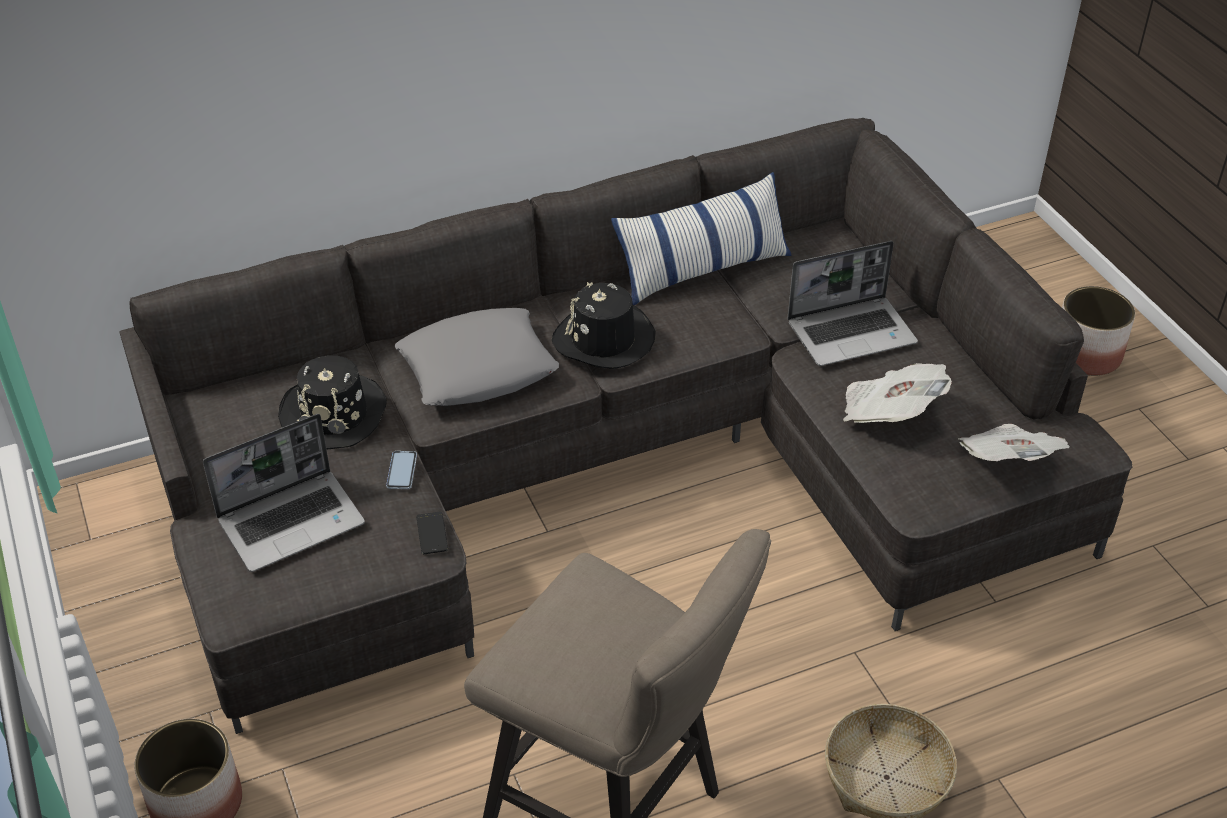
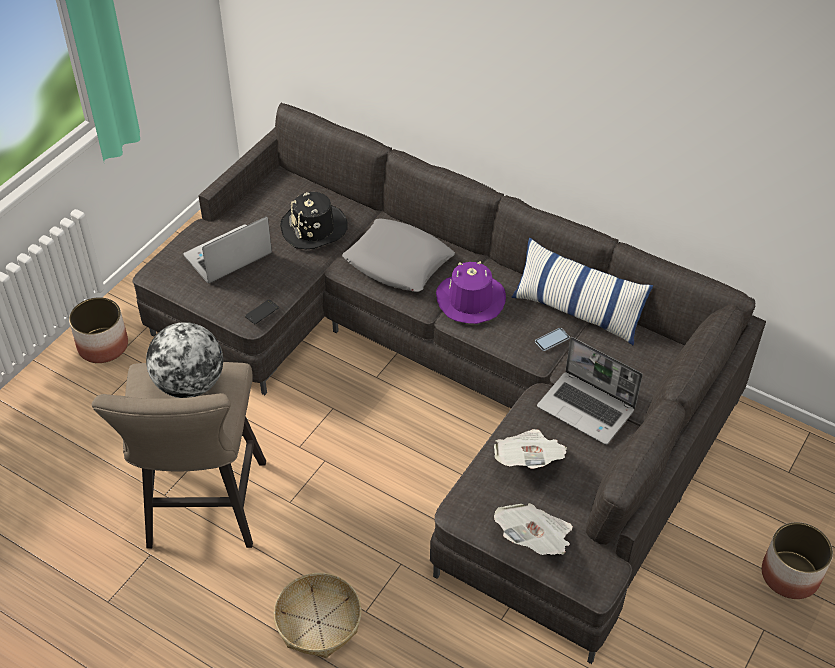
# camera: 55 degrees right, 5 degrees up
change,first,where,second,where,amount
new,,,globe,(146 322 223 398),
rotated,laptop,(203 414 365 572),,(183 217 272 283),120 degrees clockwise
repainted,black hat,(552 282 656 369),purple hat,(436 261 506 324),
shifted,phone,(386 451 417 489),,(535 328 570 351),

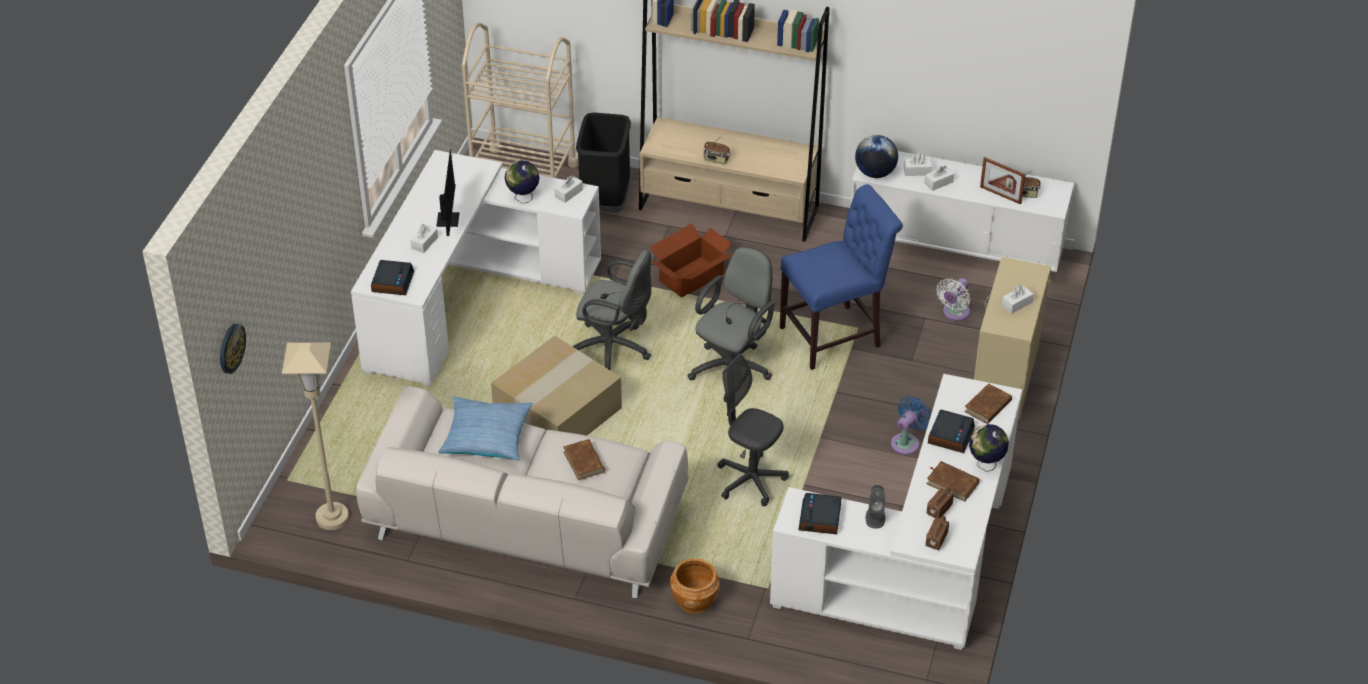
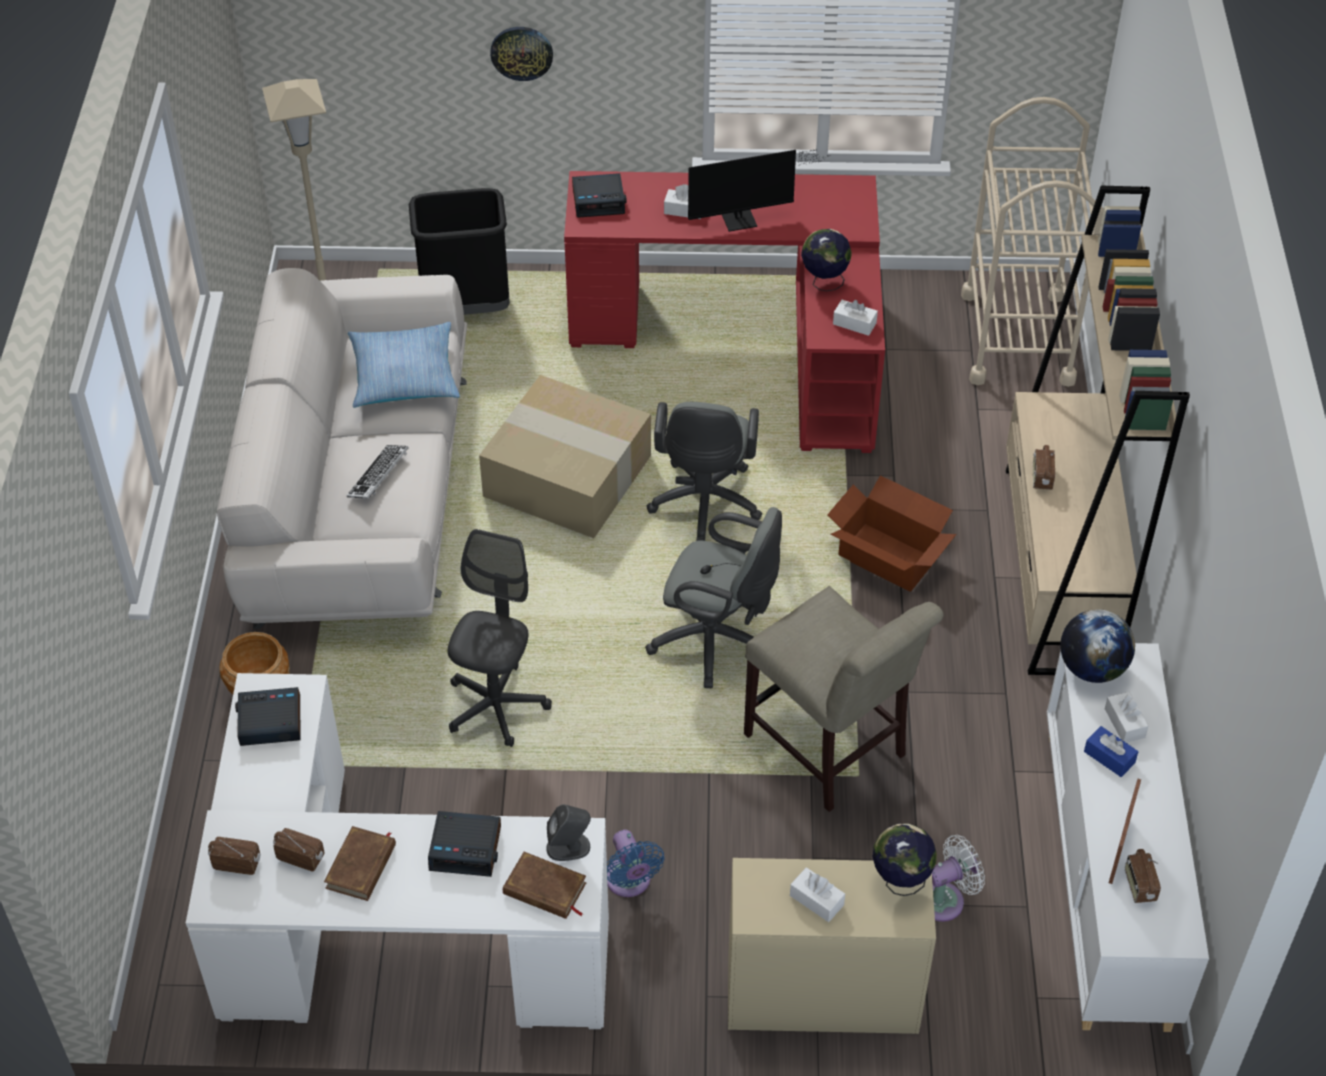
# camera: 75 degrees right, 5 degrees up
change,first,where,second,where,amount
swapped,brown book,(564 439 605 480),keyboard,(347 445 409 499),
shifted,black trash can,(576 112 631 213),,(409 188 510 315),
shifted,wall clock,(220 323 246 374),,(490 27 553 81),
shifted,grey speaker,(866 485 885 529),,(546 804 591 861),
repainted,white desk,(351 150 601 387),red desk,(564 171 885 453),
rotated,blue fan,(891 396 931 455),,(607 830 665 897),45 degrees clockwise
repainted,blue chair,(780 184 903 370),beige chair,(744 586 944 812),
shifted,globe,(969 424 1009 472),,(872 824 937 896),
rotated,white fan,(936 278 970 321),,(932 835 985 922),135 degrees clockwise
repainted,white tissue box,(924 165 954 191),blue tissue box,(1084 726 1138 777),

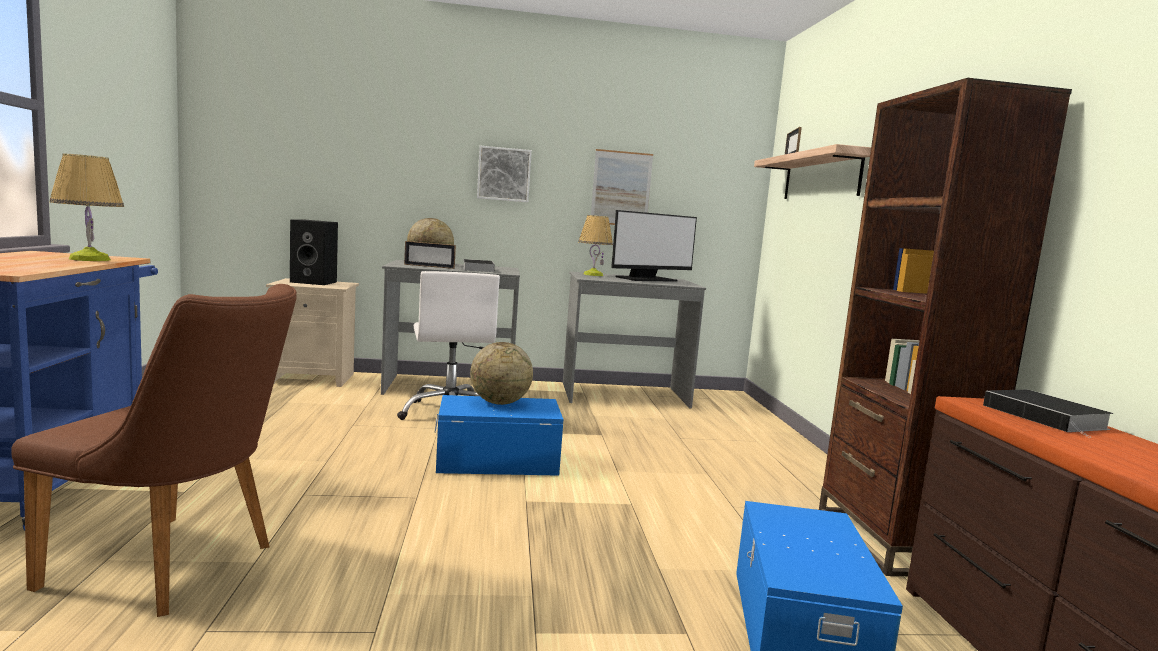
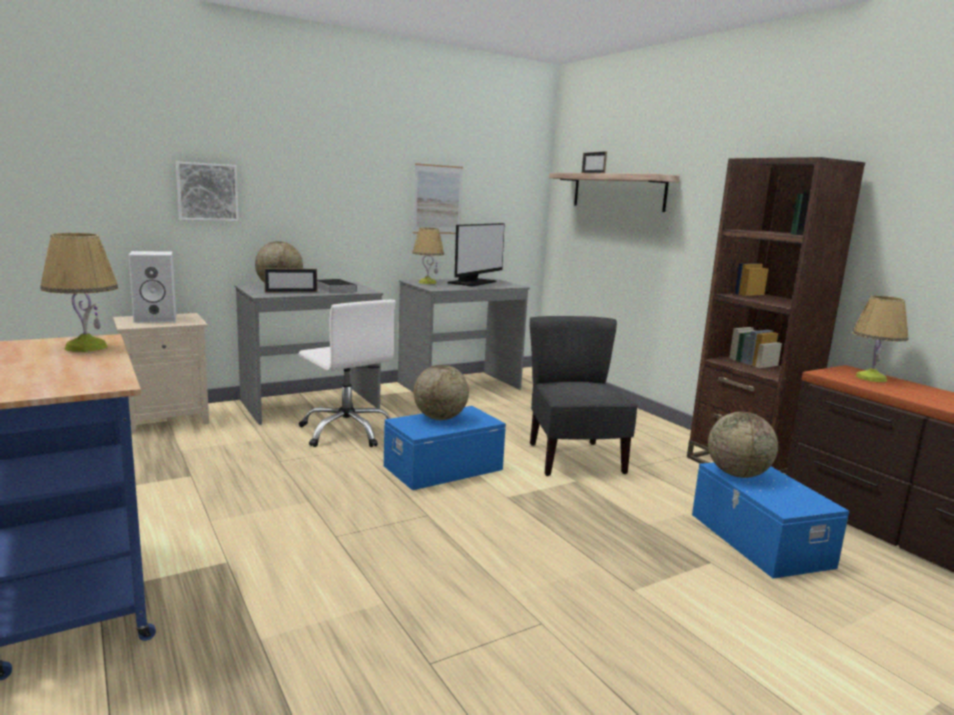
# camera: 25 degrees left, 5 degrees up
change,first,where,second,where,amount
repainted,black speaker,(290 220 338 285),white speaker,(128 251 176 323),
shifted,picture,(477 146 532 202),,(176 162 239 221),
new,,,grey chair,(530 316 638 476),
new,,,globe,(708 412 778 478),
swapped,book,(983 390 1114 438),table lamp,(852 296 908 382),
gone,brown chair,(11 284 297 617),,,

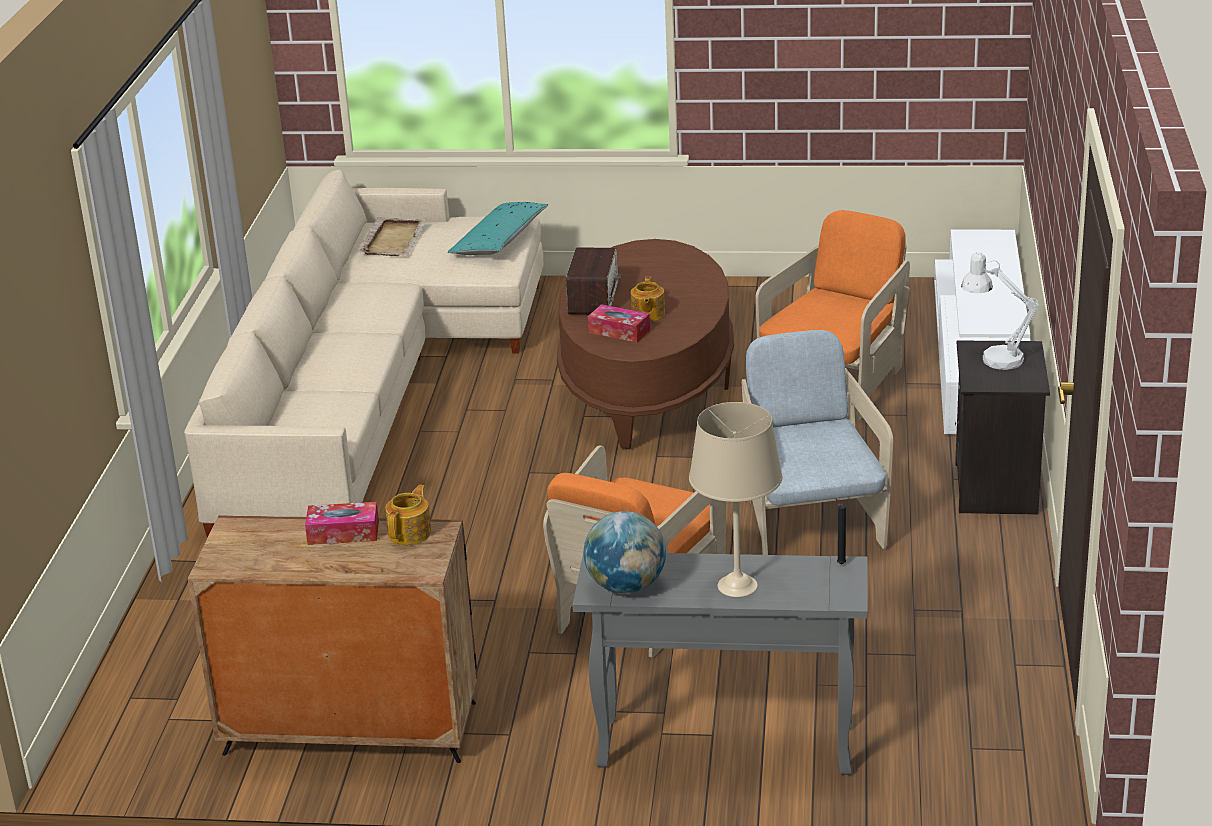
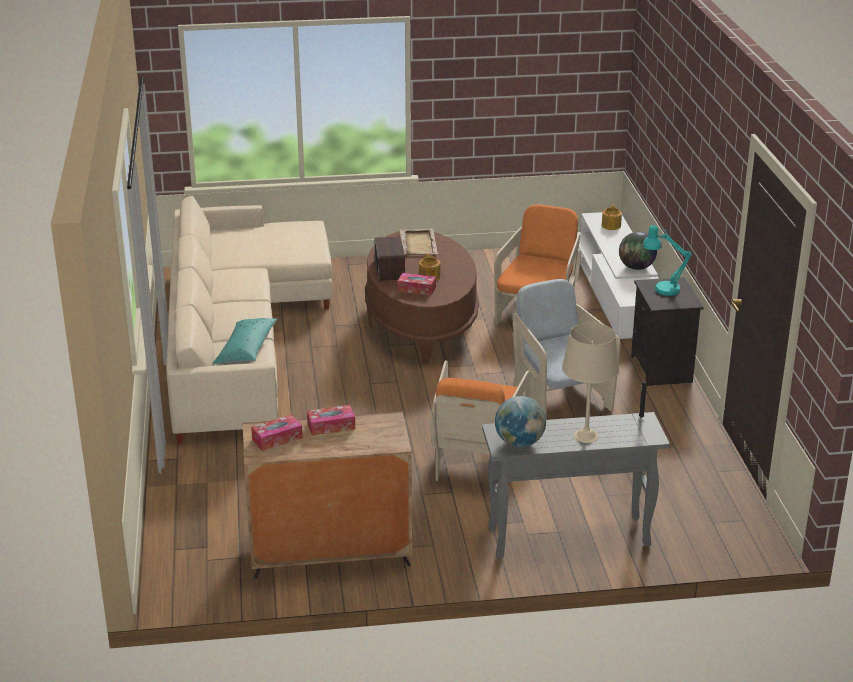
# camera: 15 degrees left, 0 degrees up
change,first,where,second,where,amount
shifted,turquoise pillow,(448 202 548 255),,(213 318 278 365),
new,,,tissue box,(251 414 303 451),
shifted,beige tray,(357 217 426 256),,(400 229 439 255),
shifted,teapot,(385 485 431 545),,(602 204 622 230),
new,,,globe,(619 232 657 270),
repainted,white table lamp,(961 252 1039 370),turquoise table lamp,(643 225 692 296),

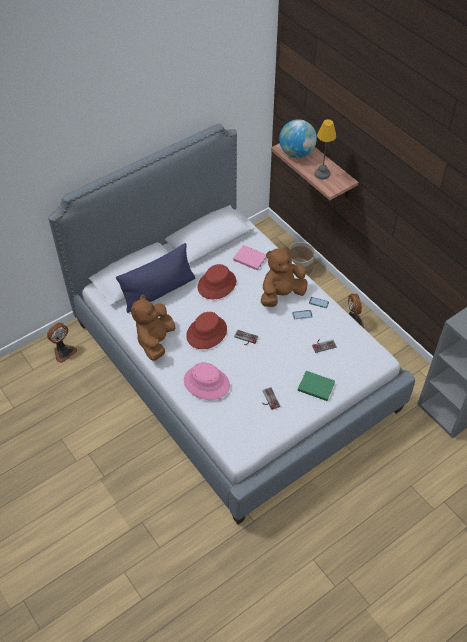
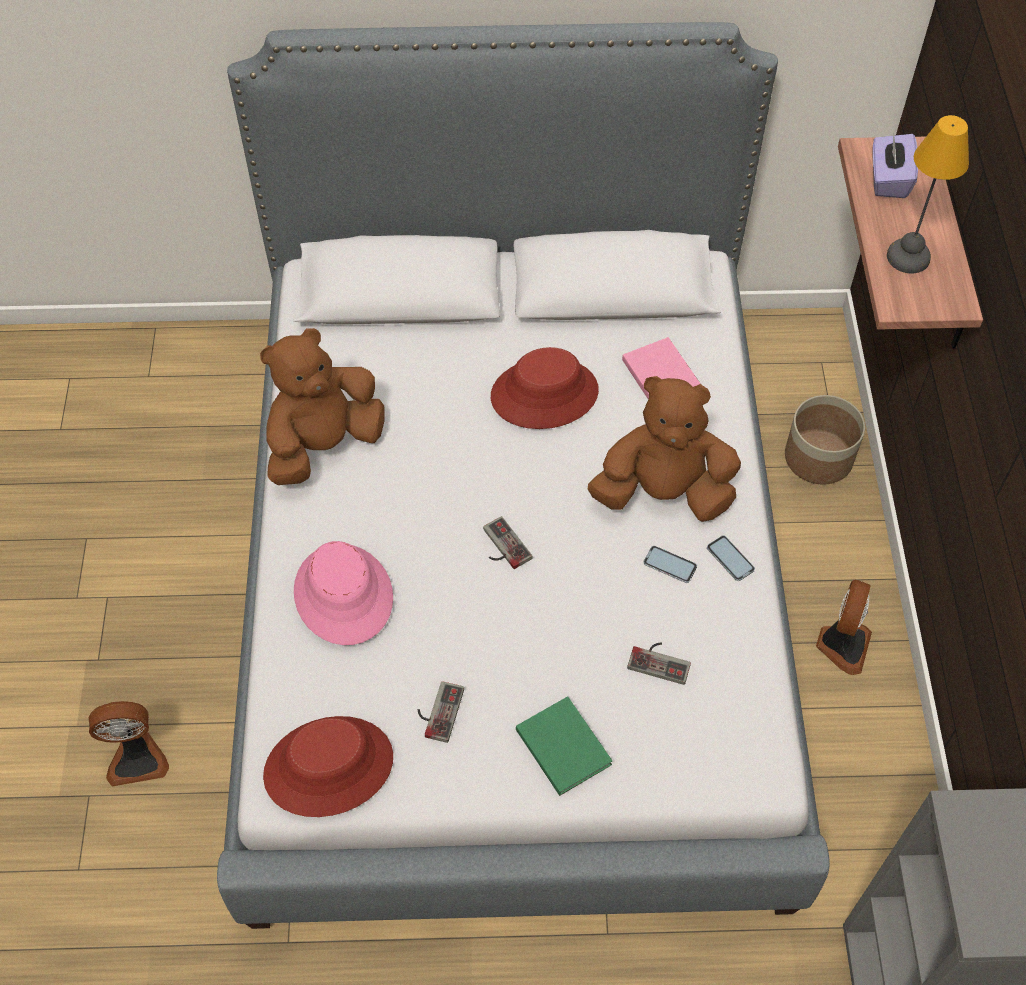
# camera: 35 degrees right, 5 degrees up
change,first,where,second,where,amount
shifted,fan,(47 322 77 363),,(89 701 169 787),
shifted,red hat,(186 312 227 349),,(263 716 393 817),
swapped,globe,(279 119 317 158),purple tissue box,(873 133 918 198),
gone,blue pillow,(116 243 195 313),,,

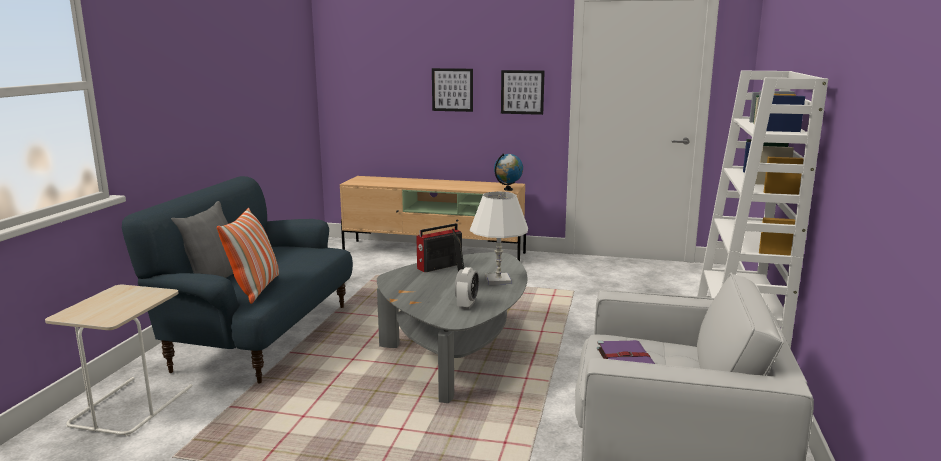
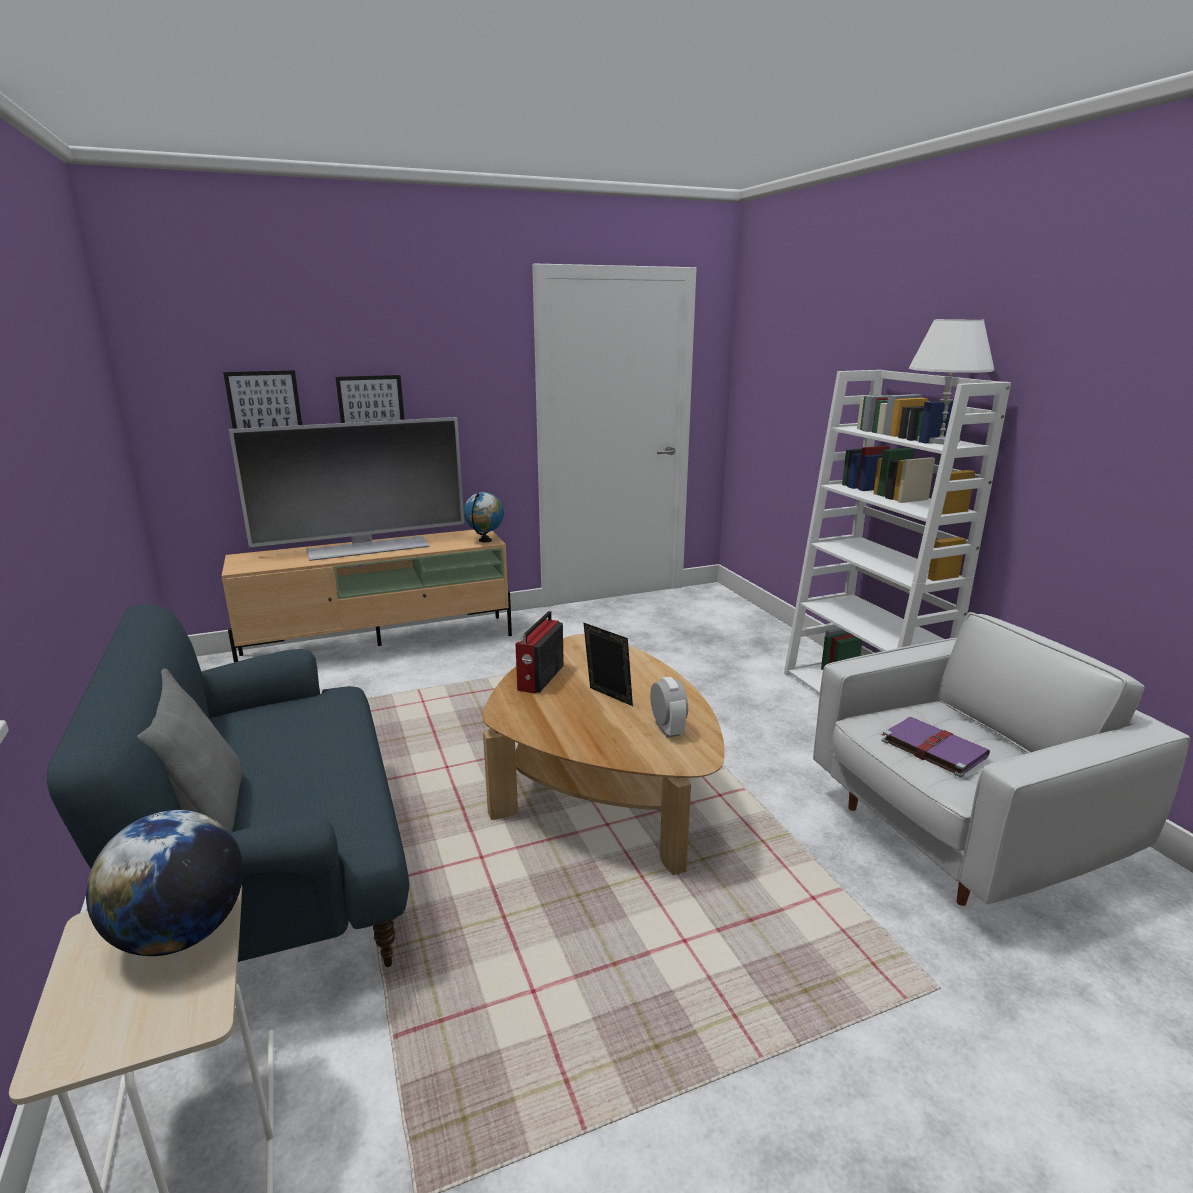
# camera: 35 degrees left, 5 degrees up
change,first,where,second,where,amount
new,,,globe,(86 810 243 956),
shifted,picture,(501 70 545 115),,(223 370 302 429),
new,,,television,(229 417 464 561),
repainted,grey coffee table,(377 252 527 403),brown coffee table,(482 634 724 875),
shifted,white table lamp,(470 192 528 285),,(909 319 994 445),
gone,pillow,(217 208 279 304),,,

